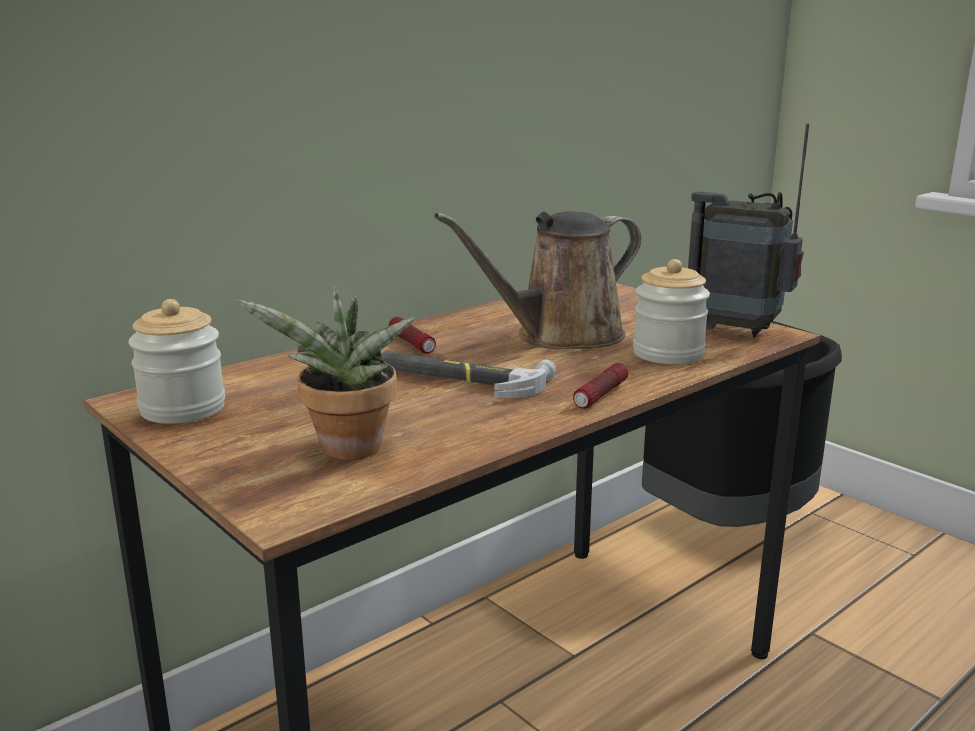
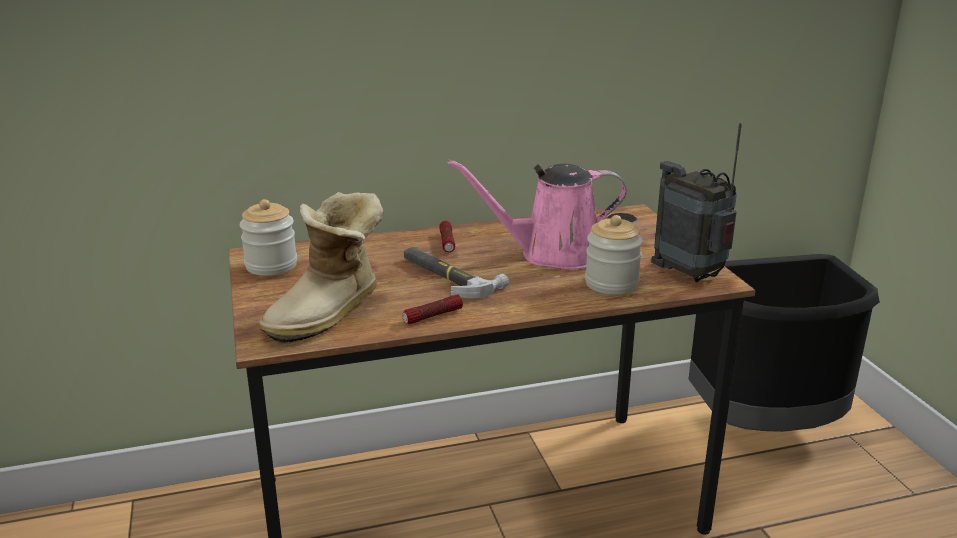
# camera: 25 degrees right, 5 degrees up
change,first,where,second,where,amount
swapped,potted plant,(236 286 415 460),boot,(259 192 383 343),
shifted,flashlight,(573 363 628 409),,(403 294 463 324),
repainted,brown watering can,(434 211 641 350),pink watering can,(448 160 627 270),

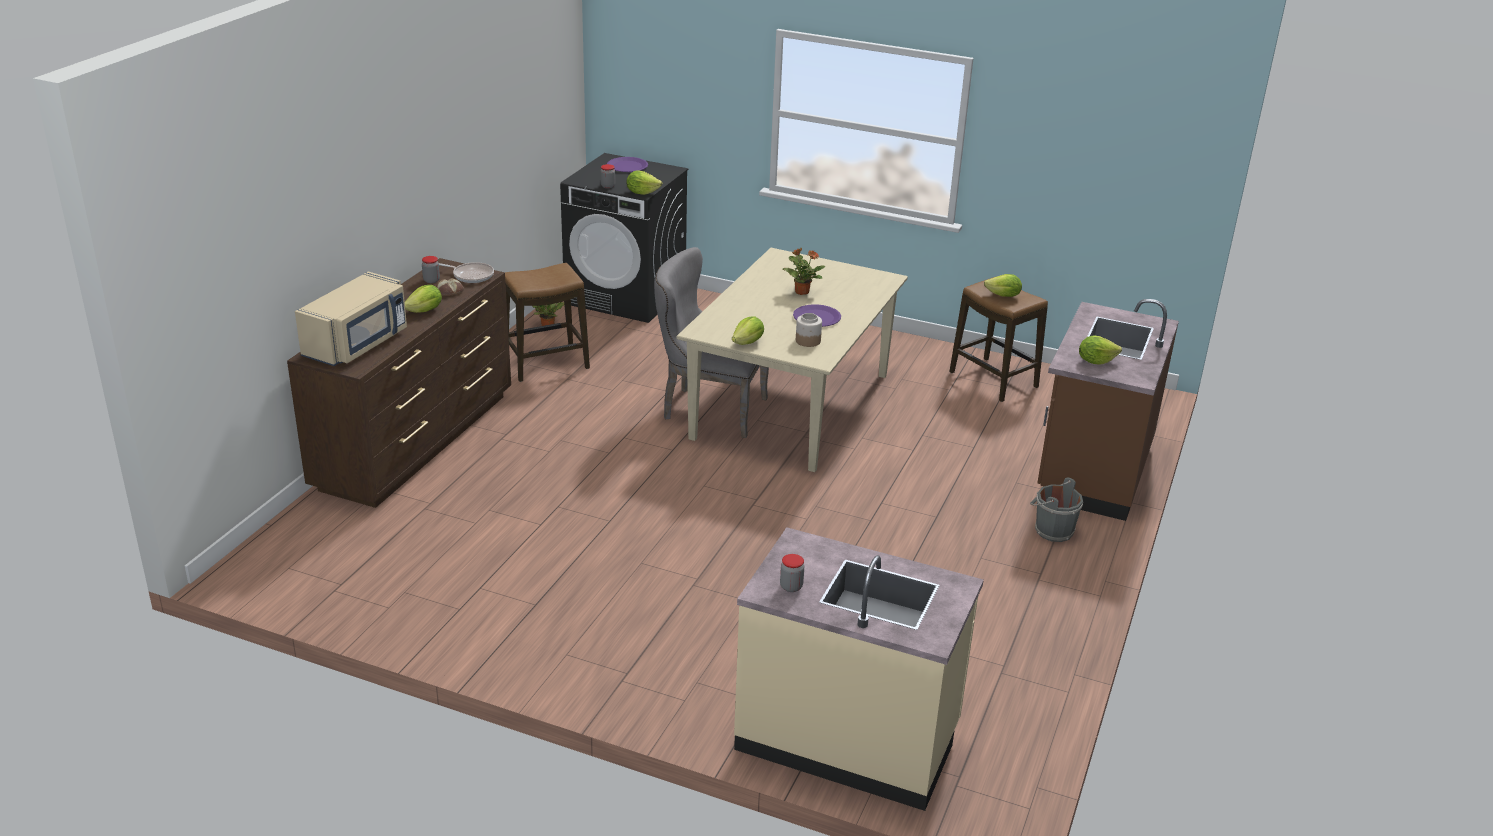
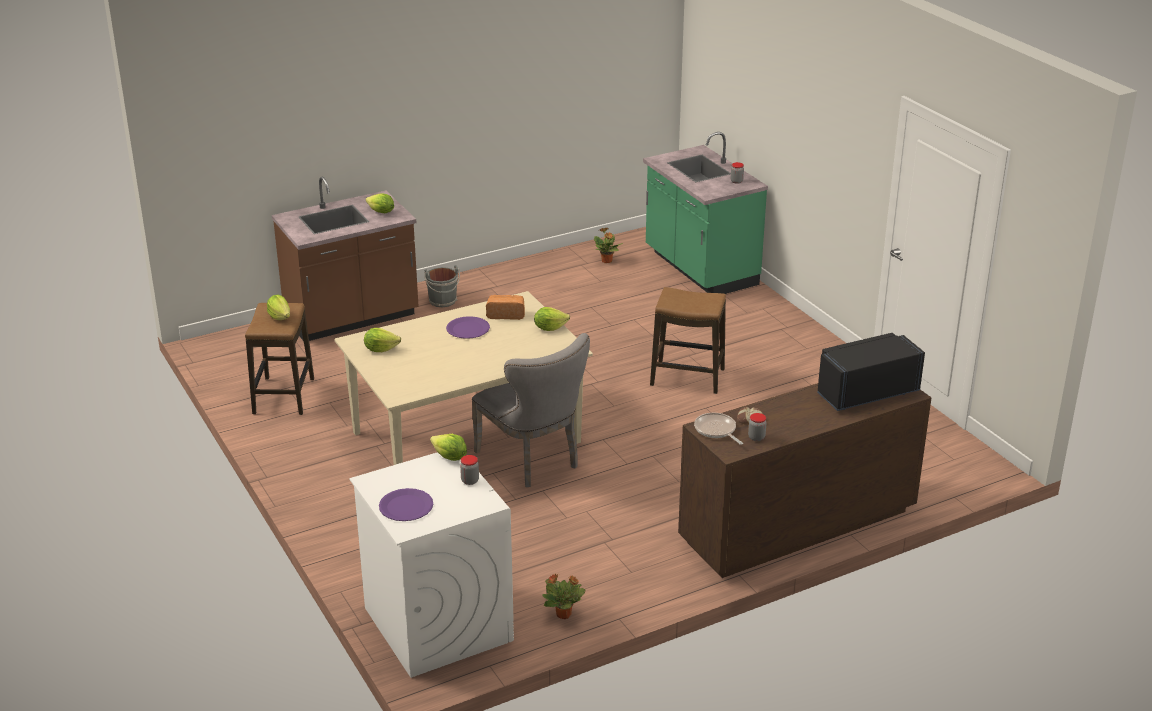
# camera: 140 degrees left, 0 degrees up
change,first,where,second,where,amount
repainted,black washing machine,(560 153 689 323),white washing machine,(349 452 514 678),
shifted,lettuce,(405 285 442 313),,(364 328 401 352),
swapped,jar,(796 313 822 347),bread,(486 295 525 320),
shifted,potted plant,(782 248 825 295),,(594 228 623 263),
repainted,beige counter,(734 527 984 811),green counter,(643 132 768 294),
shifted,stool,(505 263 590 382),,(650 287 726 394),
repainted,beige microwave,(295 272 407 366),black microwave,(817 333 925 411),

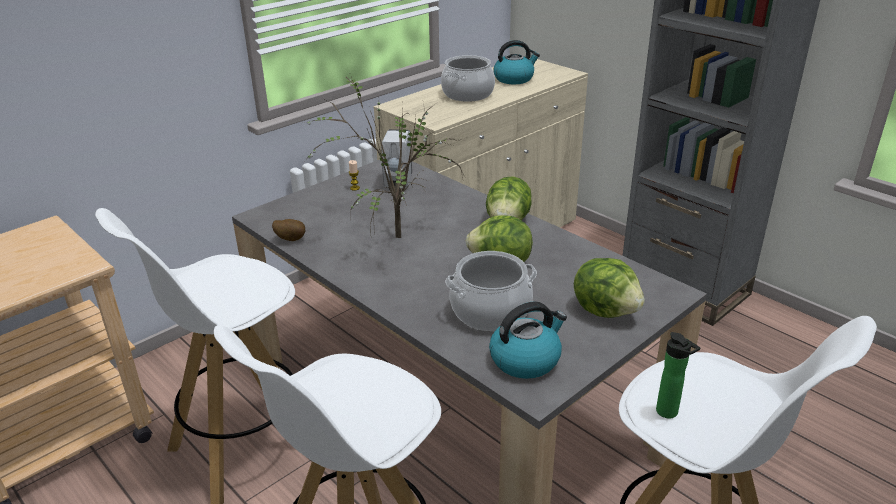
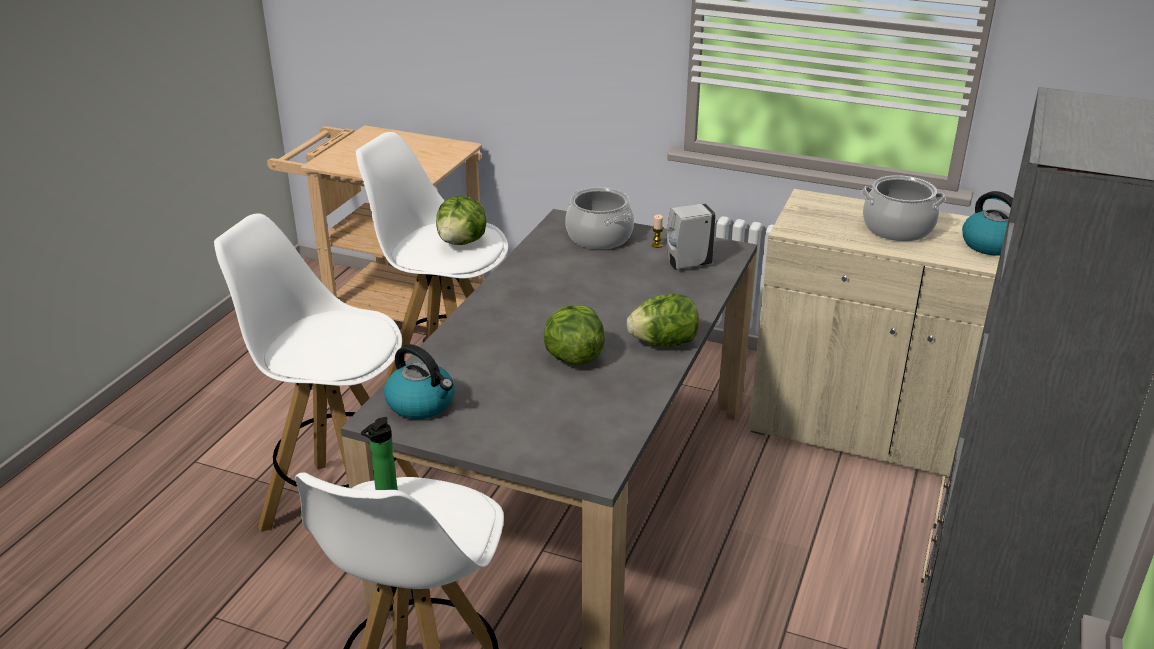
# camera: 65 degrees right, 0 degrees up
change,first,where,second,where,amount
shifted,lettuce,(574 258 645 318),,(436 196 487 245),
shifted,cooking pot,(445 251 537 331),,(565 187 634 249),
gone,potato,(272 219 305 241),,,
gone,potted plant,(304 77 465 238),,,

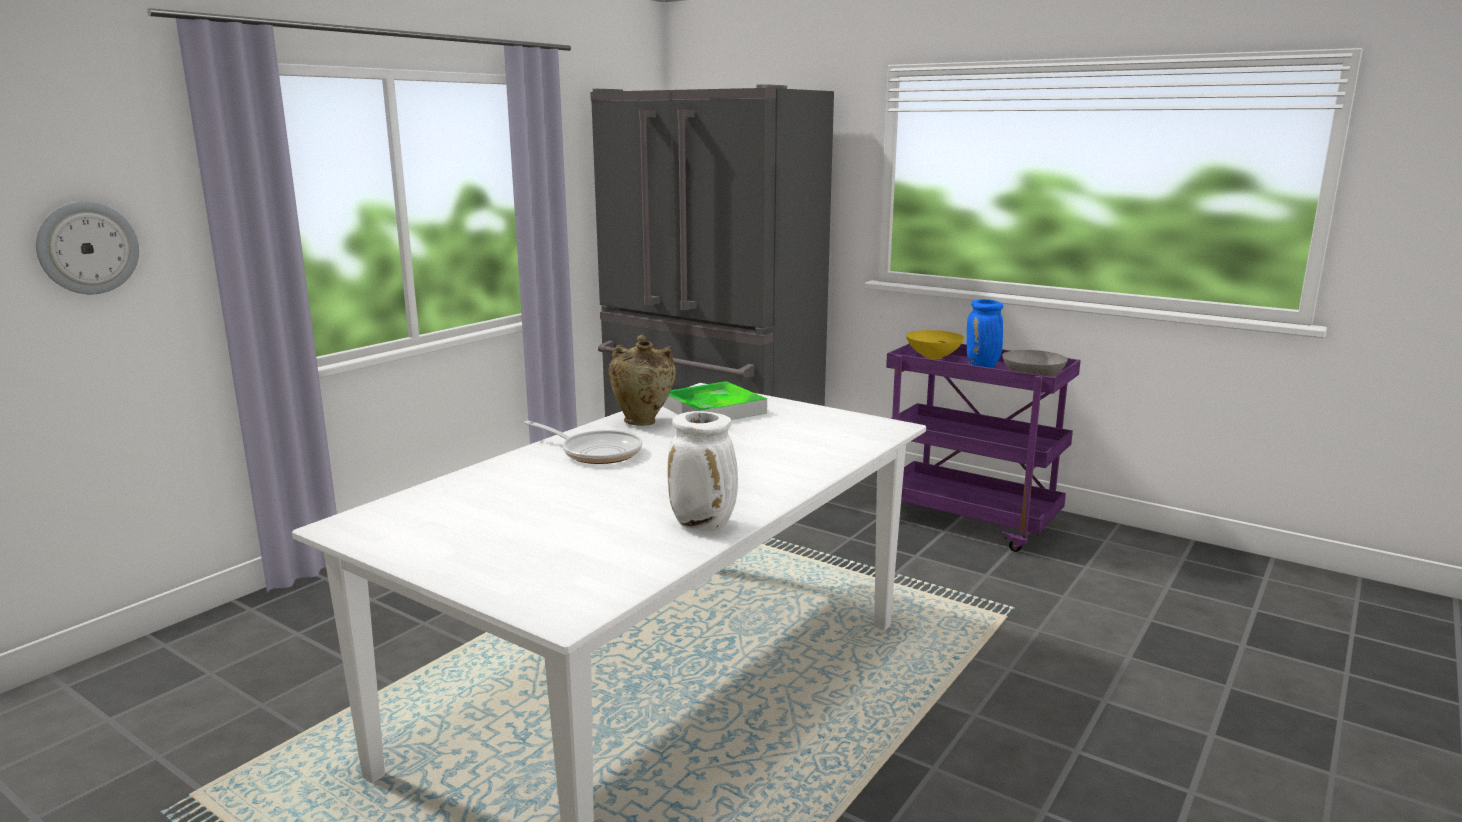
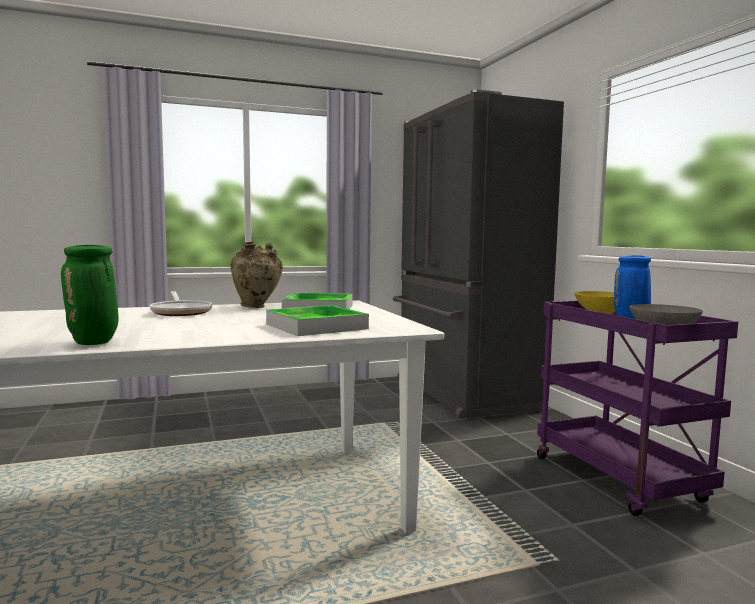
# camera: 35 degrees right, 10 degrees down
change,first,where,second,where,amount
repainted,white vase,(667 411 738 531),green vase,(61 245 118 345),
new,,,tray,(266 305 369 336),
gone,wall clock,(36 201 139 294),,,

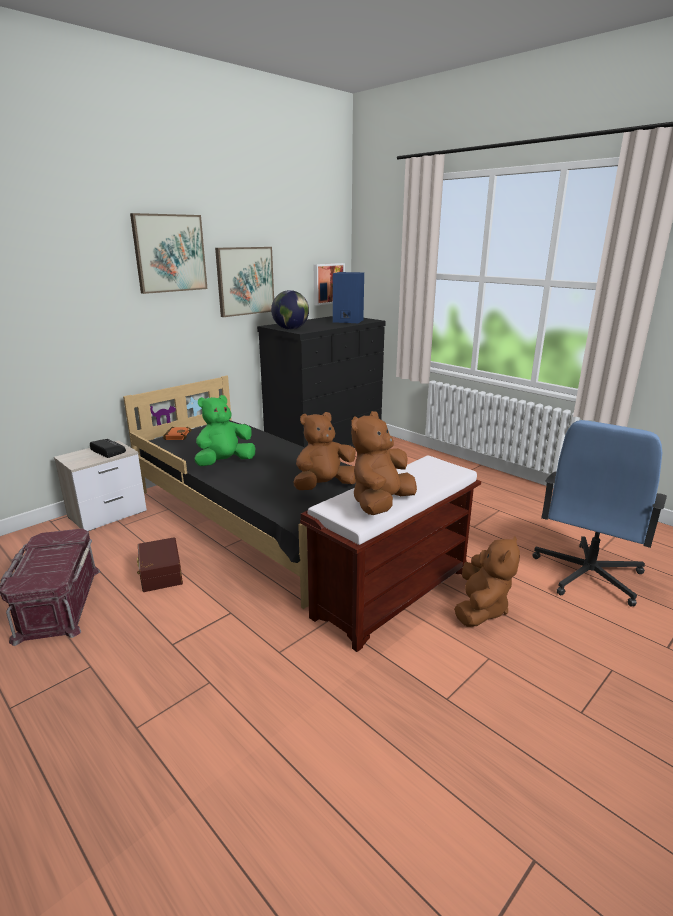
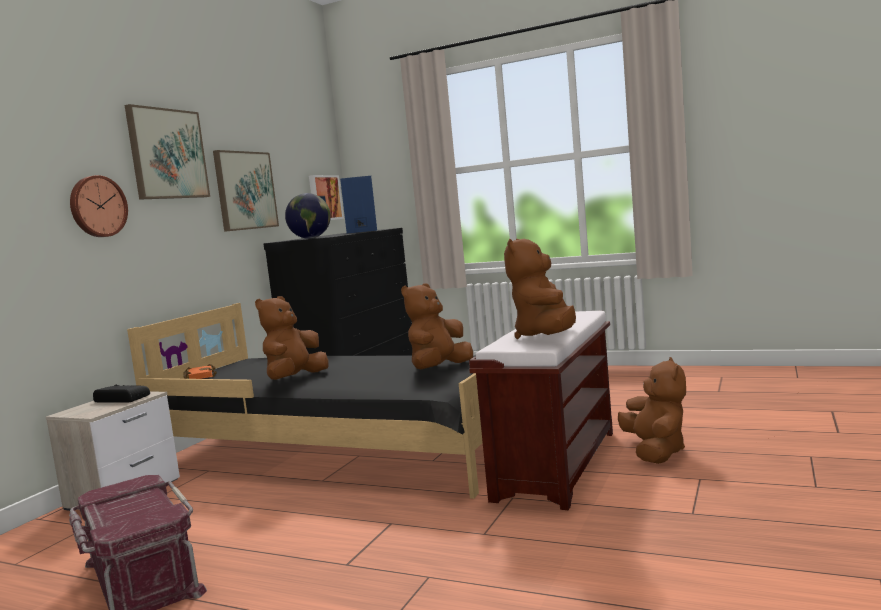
# camera: 20 degrees left, 15 degrees down
change,first,where,second,where,amount
new,,,wall clock,(70 175 128 237),
repainted,green plush toy,(194 395 255 466),brown plush toy,(255 296 329 380),
gone,brown storage box,(137 537 183 592),,,
gone,blue office chair,(532 420 667 607),,,

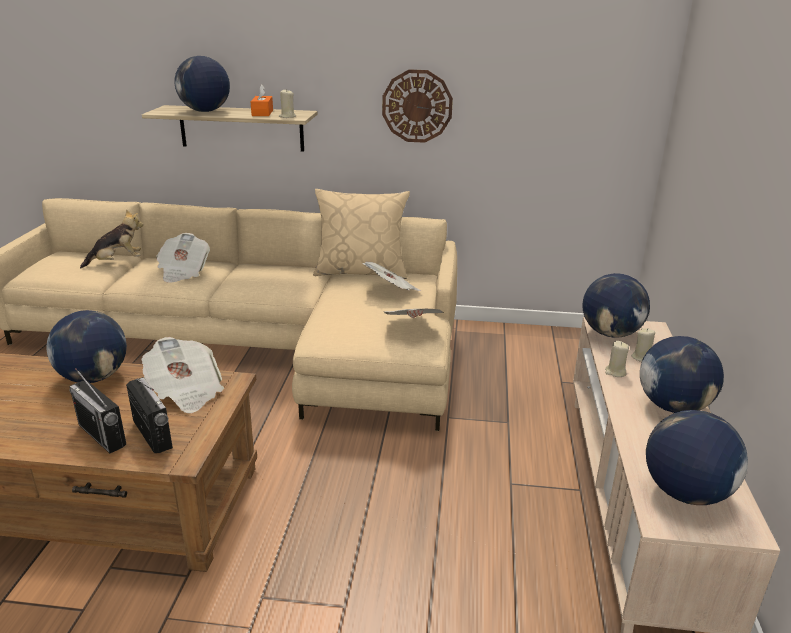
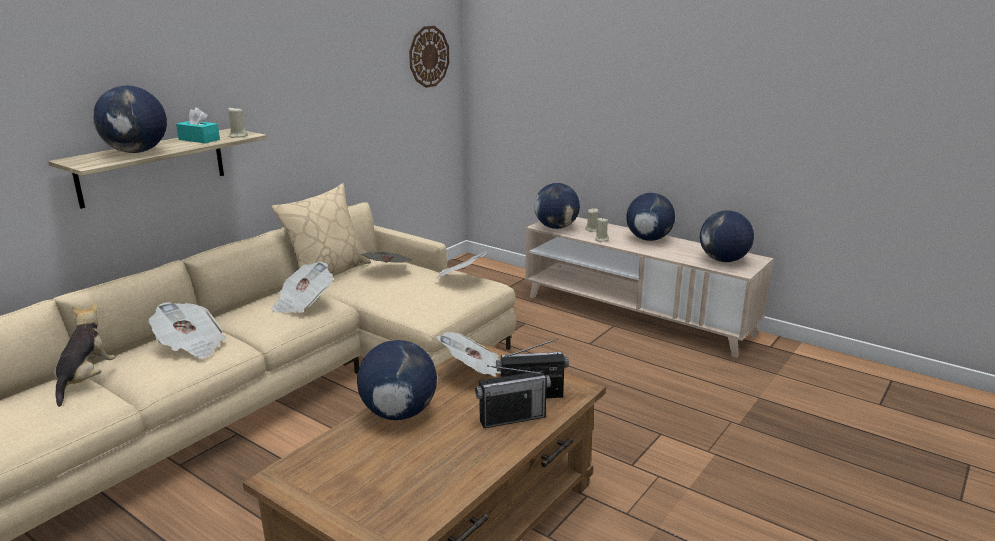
# camera: 60 degrees left, 5 degrees down
change,first,where,second,where,amount
repainted,orange tissue box,(251 85 273 116),turquoise tissue box,(176 107 220 143),
new,,,newspaper,(272 262 333 313),
shifted,wall clock,(382 70 453 143),,(409 26 449 88),

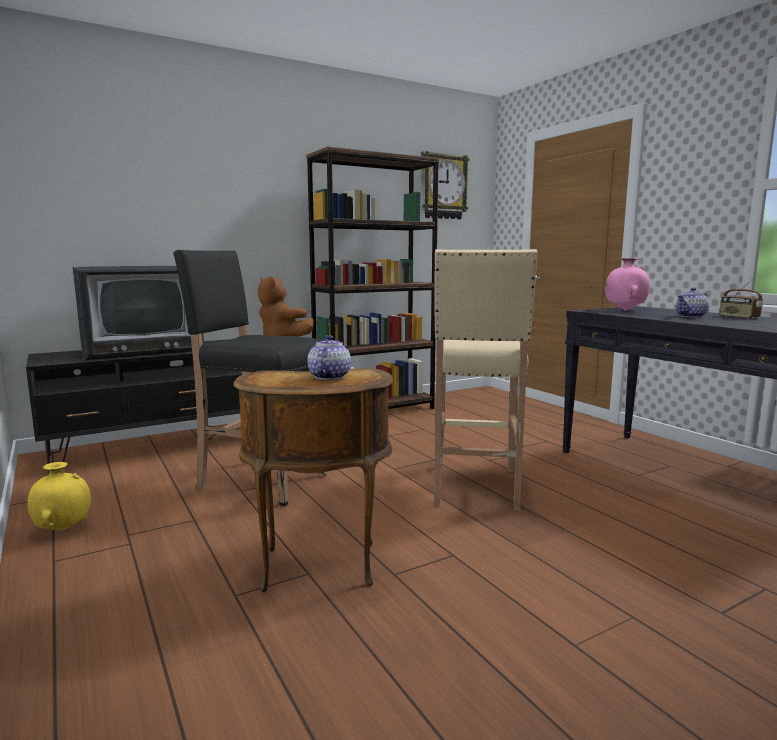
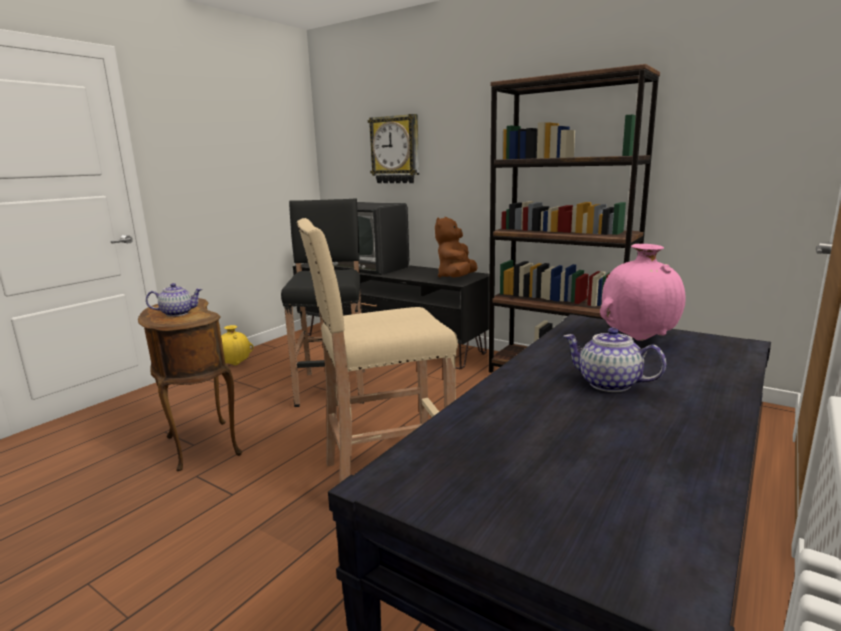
# camera: 65 degrees right, 5 degrees up
change,first,where,second,where,amount
shifted,wall clock,(420 151 470 219),,(368 114 419 183),
gone,radio,(720 278 763 319),,,

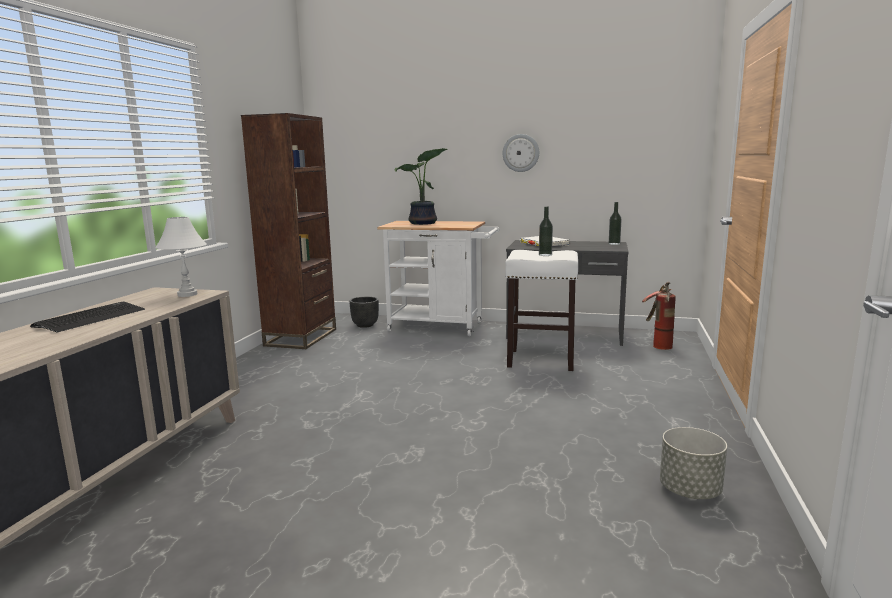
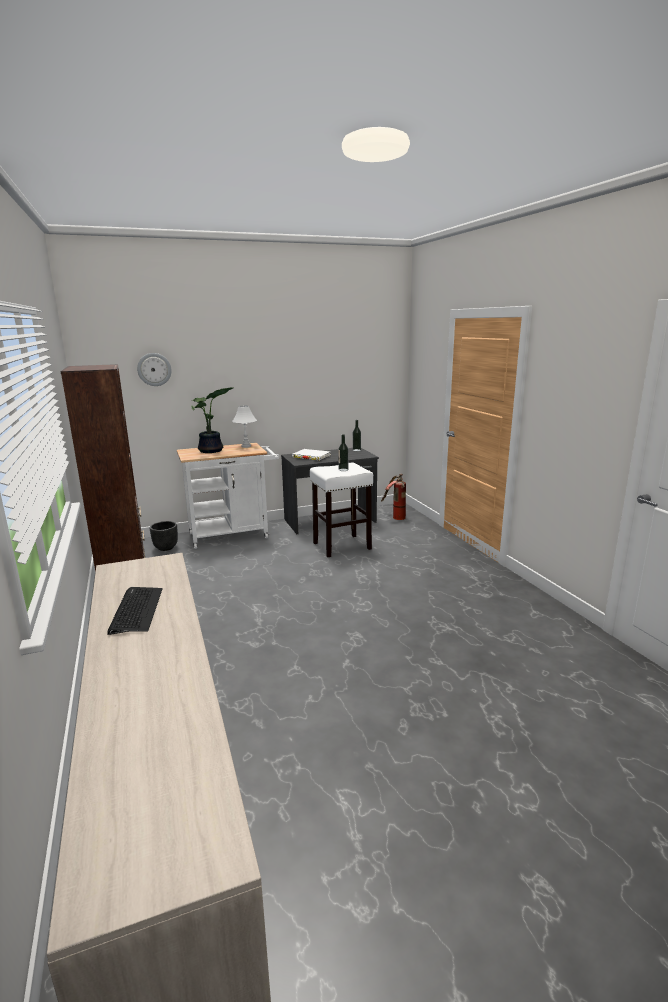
# camera: 35 degrees left, 5 degrees up
change,first,where,second,where,amount
shifted,wall clock,(502 134 539 172),,(137 353 172 386),
shifted,white table lamp,(155 217 207 297),,(232 406 257 448),
gone,grey planter,(660 427 727 499),,,

